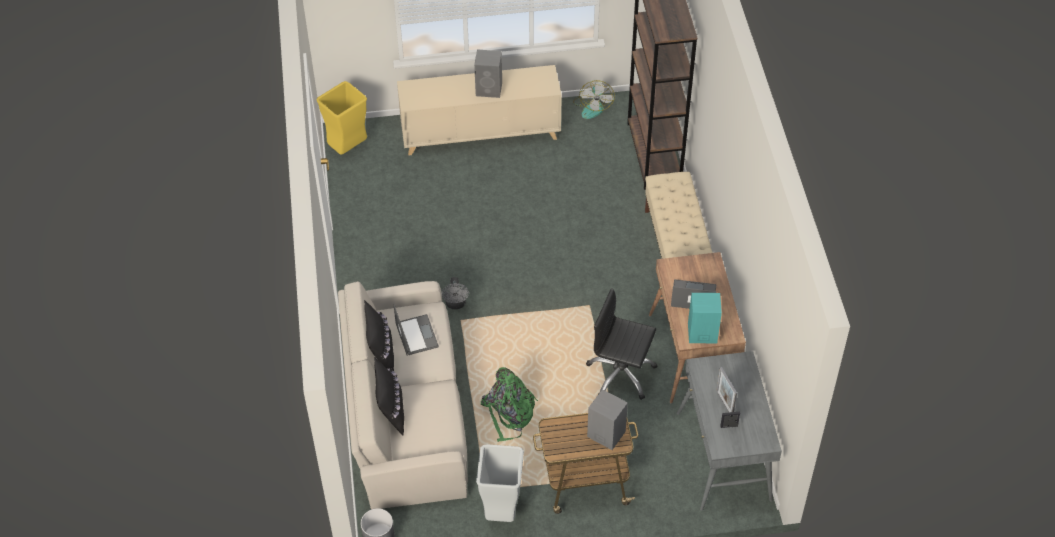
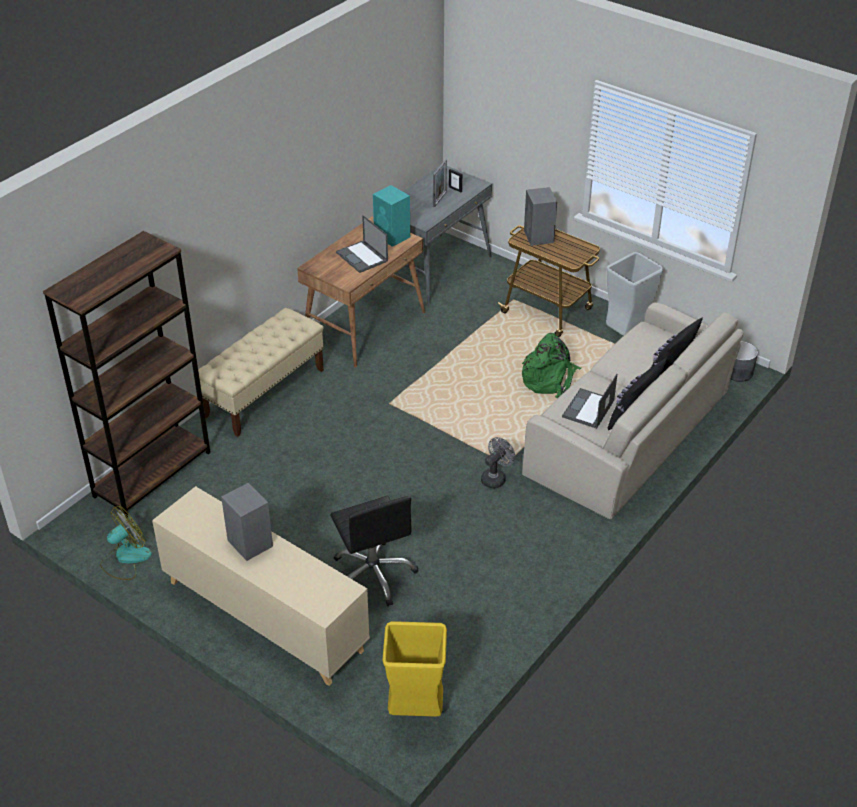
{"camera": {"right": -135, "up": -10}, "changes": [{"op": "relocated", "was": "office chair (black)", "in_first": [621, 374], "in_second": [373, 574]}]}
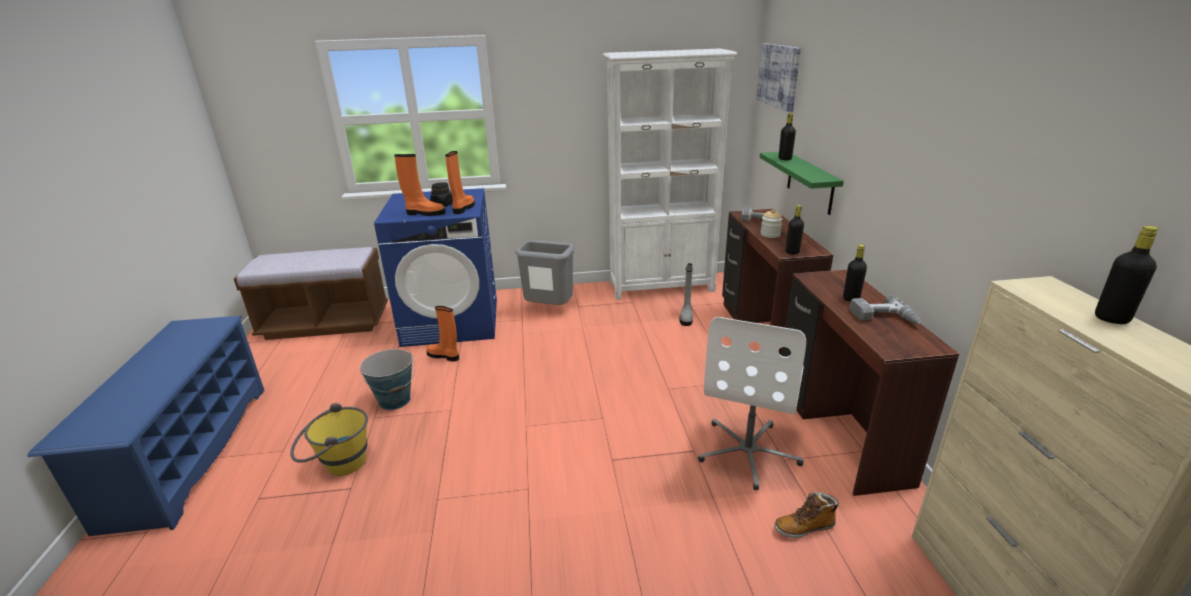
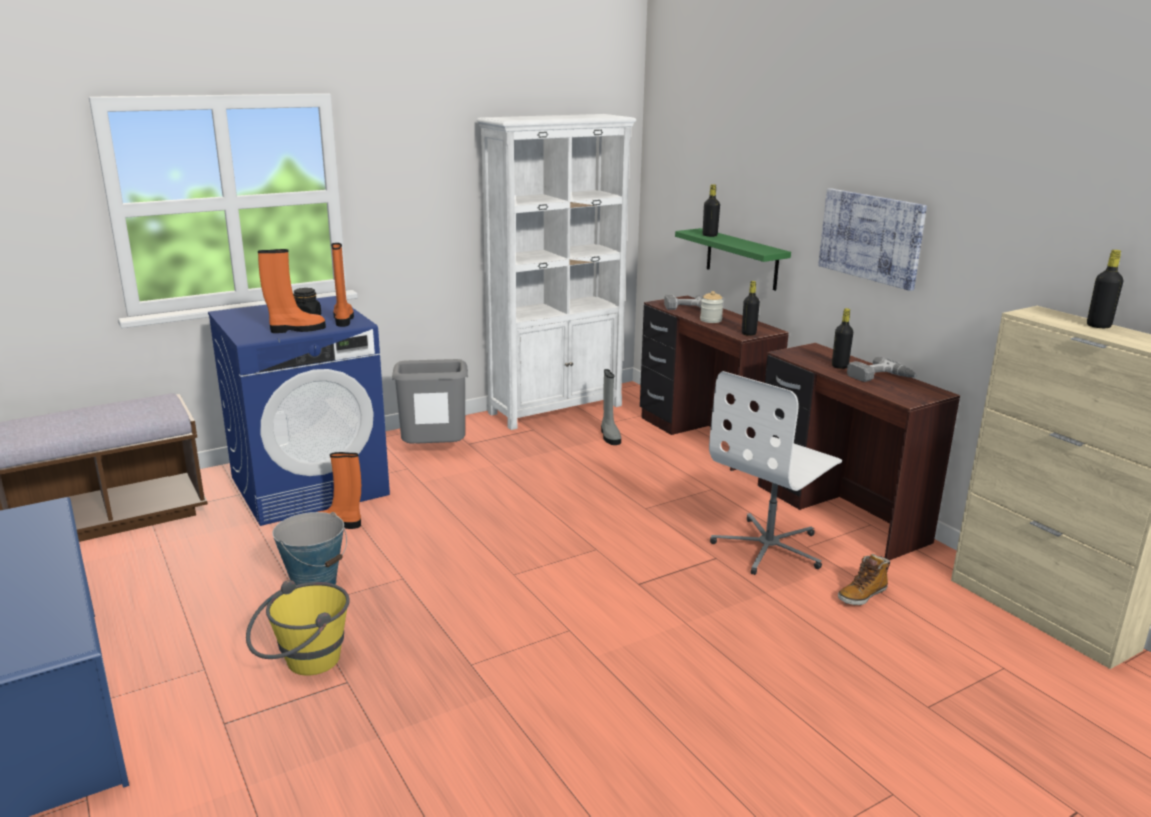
{"camera": {"right": -25, "up": -5}, "changes": [{"op": "spun", "was": "office chair (white)", "in_first": [748, 452], "in_second": [769, 548], "clockwise": 45}, {"op": "relocated", "was": "picture", "in_first": [778, 76], "in_second": [871, 237]}]}
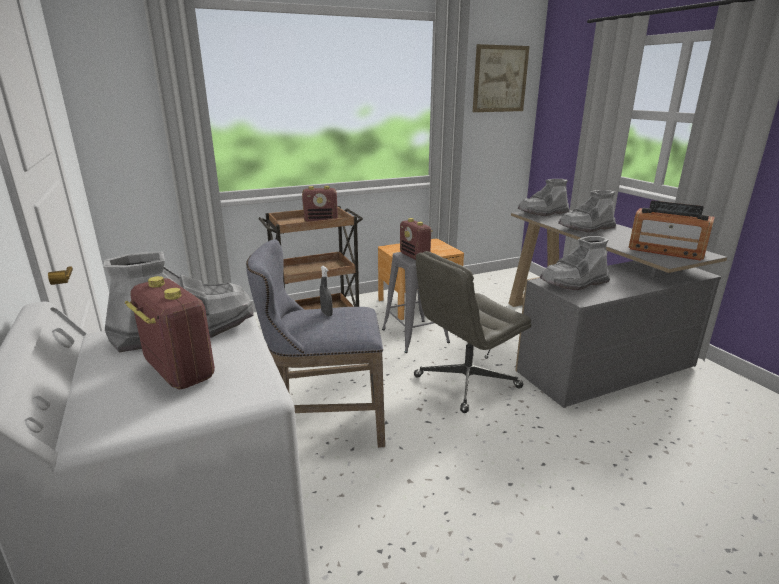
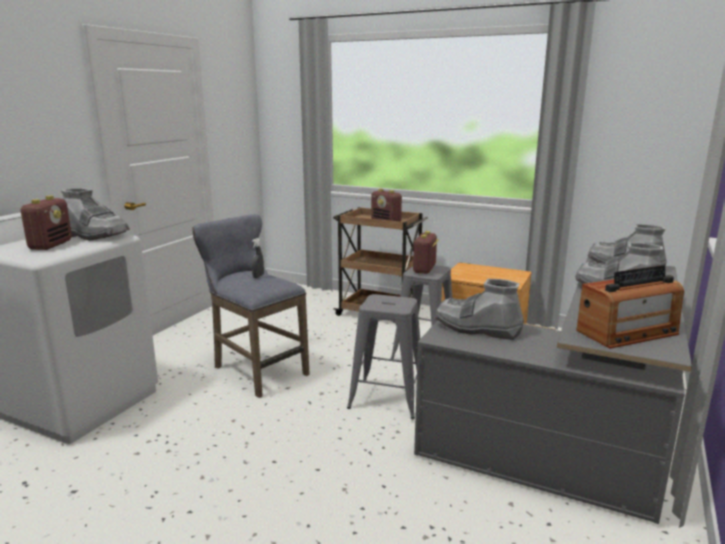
{"camera": {"right": 50, "up": -5}, "changes": [{"op": "exchanged", "was": "office chair (grey)", "now": "stool (grey)", "in_first": [466, 382], "in_second": [387, 398]}, {"op": "spun", "was": "radio", "in_first": [666, 250], "in_second": [627, 332], "clockwise": -105}, {"op": "missing", "was": "picture", "in_first": [500, 79]}]}
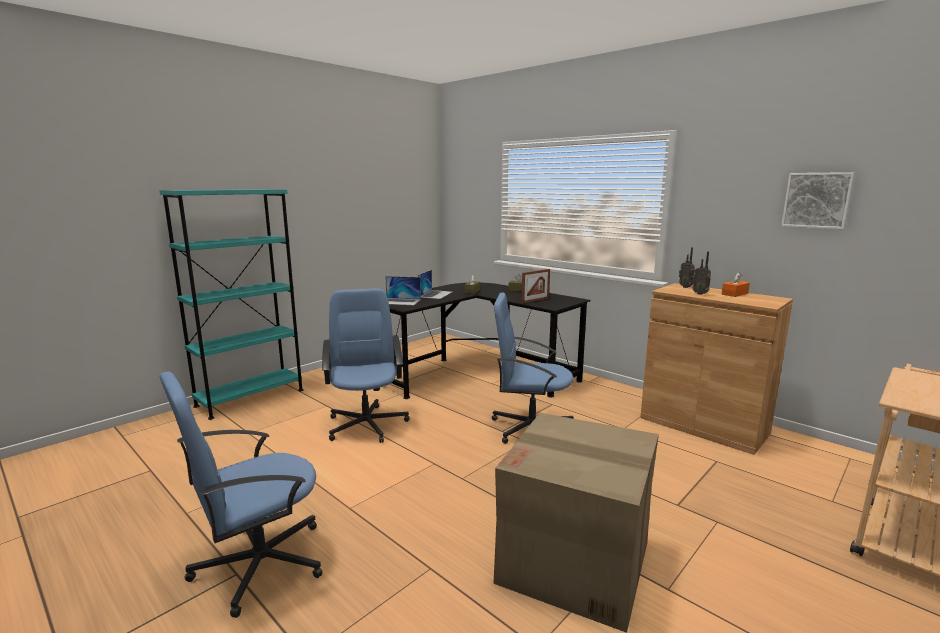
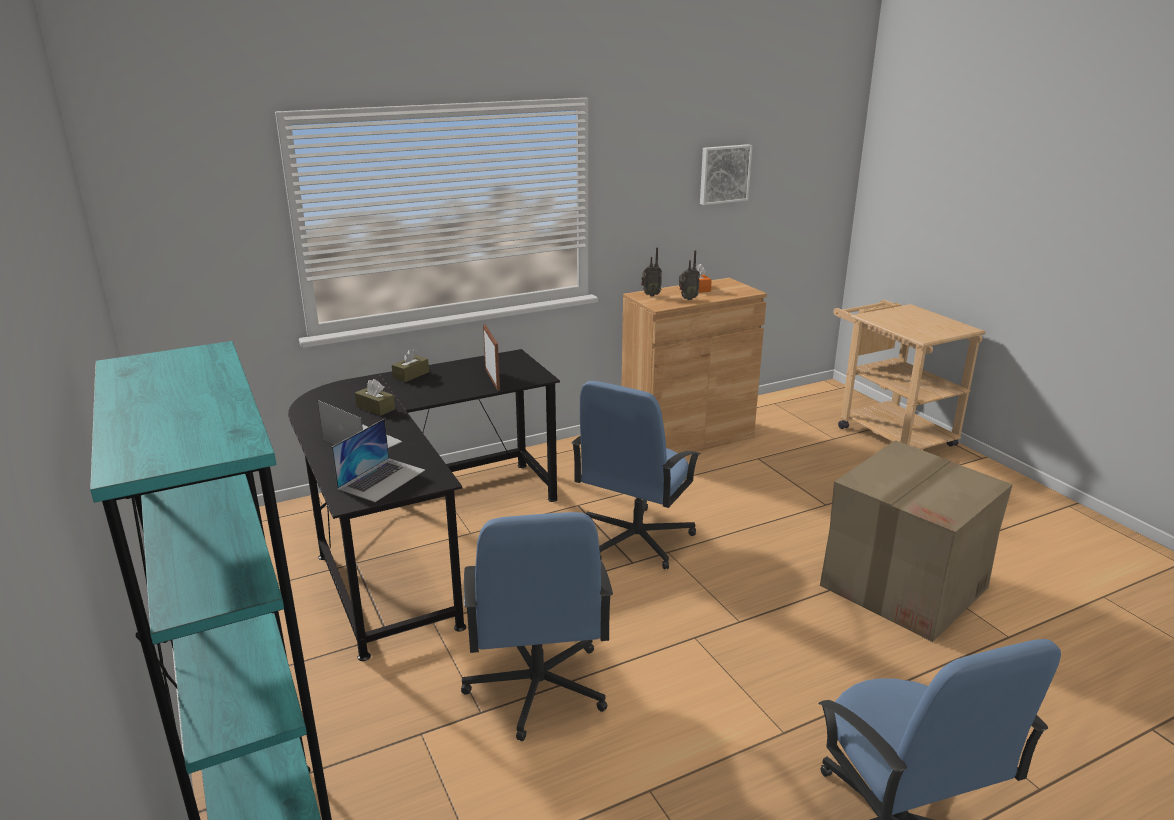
{"camera": {"right": -70, "up": 10}, "changes": [{"op": "spun", "was": "office chair (blue)", "in_first": [367, 424], "in_second": [537, 687], "clockwise": -105}]}
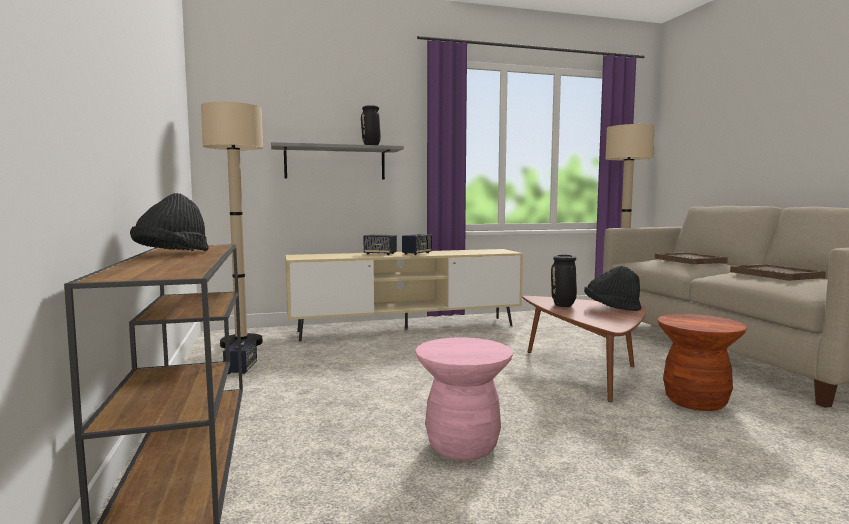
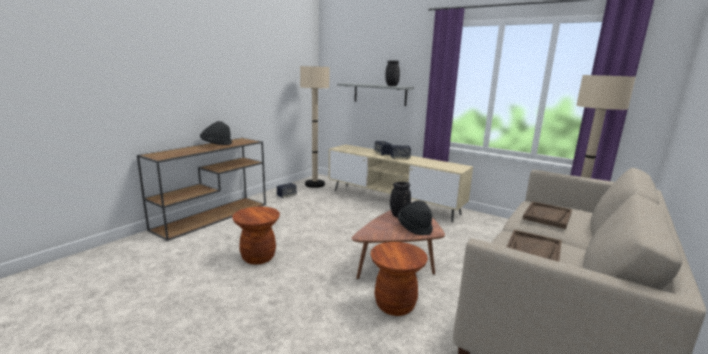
{"camera": {"right": 50, "up": 10}, "changes": [{"op": "colour", "was": "stool (pink)", "now": "stool (brown)", "in_first": [462, 446], "in_second": [258, 257]}]}
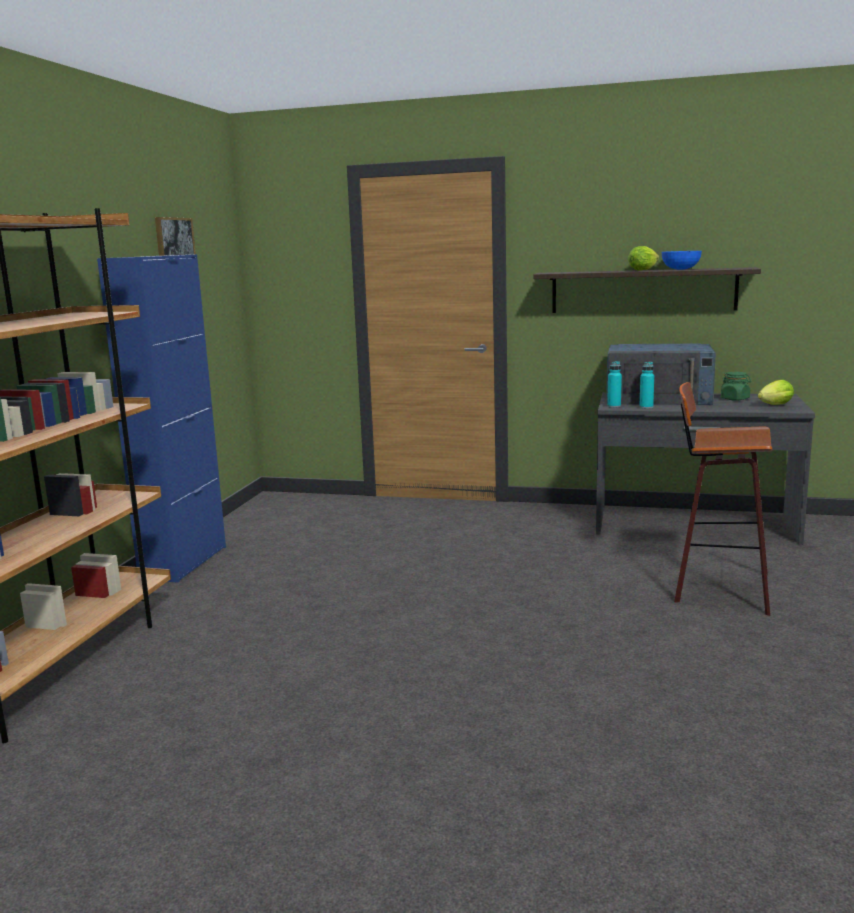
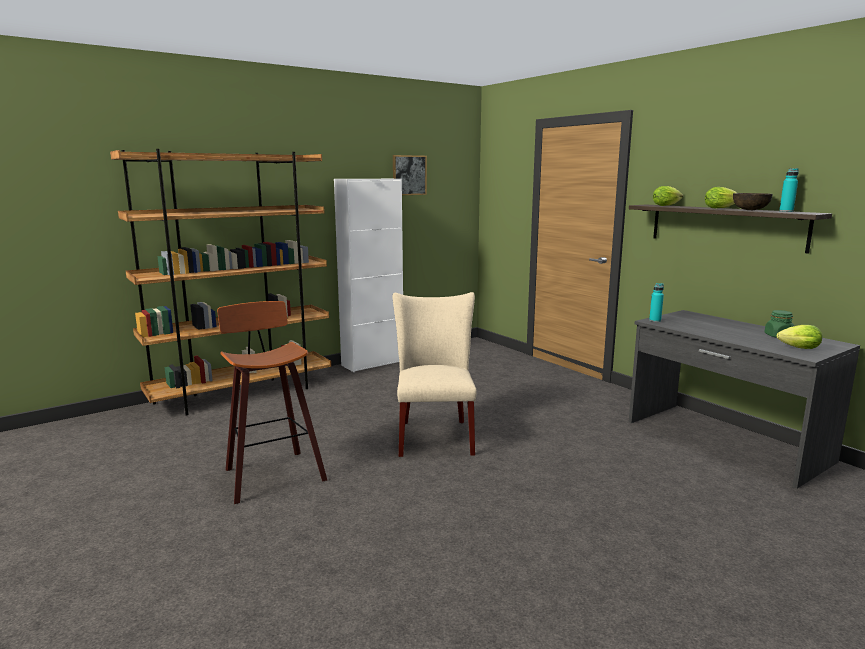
{"camera": {"right": 40, "up": 0}, "changes": [{"op": "relocated", "was": "stool", "in_first": [718, 588], "in_second": [271, 474]}, {"op": "colour", "was": "cabinet (blue)", "now": "cabinet (white)", "in_first": [184, 562], "in_second": [372, 363]}, {"op": "appeared", "now": "chair (beige)", "in_second": [434, 435]}, {"op": "appeared", "now": "lettuce", "in_second": [667, 205]}, {"op": "colour", "was": "bowl (blue)", "now": "bowl (brown)", "in_first": [681, 269], "in_second": [750, 210]}, {"op": "relocated", "was": "bottle (turquoise)", "in_first": [646, 407], "in_second": [786, 211]}, {"op": "missing", "was": "microwave (blue)", "in_first": [659, 398]}]}
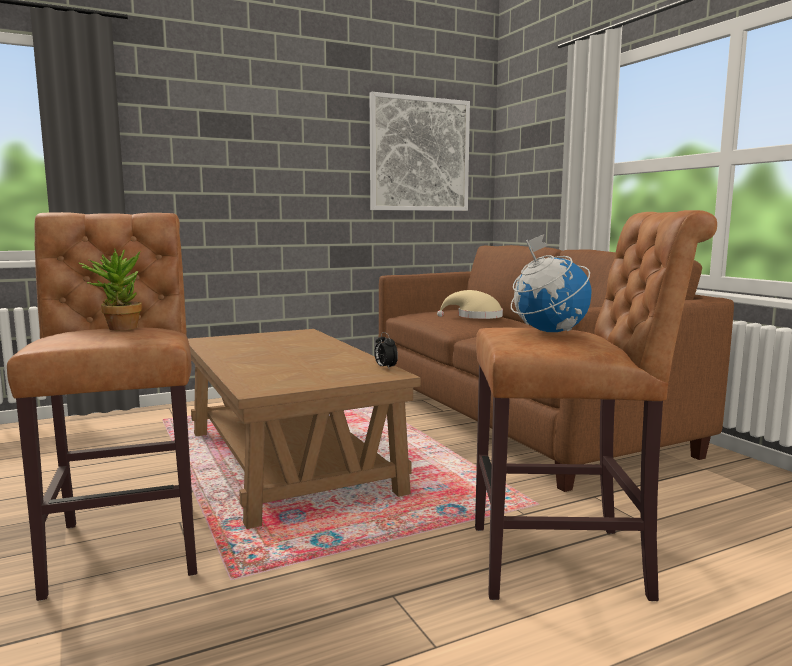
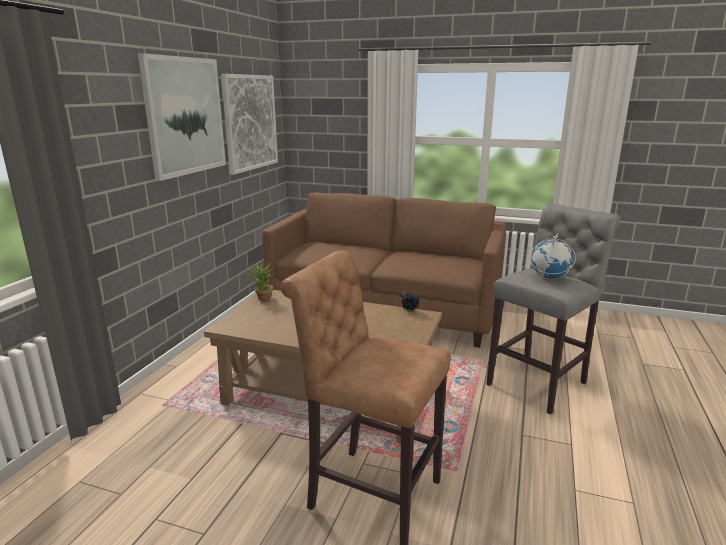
{"camera": {"right": -45, "up": 10}, "changes": [{"op": "appeared", "now": "picture", "in_second": [185, 116]}, {"op": "relocated", "was": "potted plant", "in_first": [117, 328], "in_second": [262, 299]}, {"op": "colour", "was": "stool (brown)", "now": "stool (grey)", "in_first": [568, 562], "in_second": [540, 382]}, {"op": "missing", "was": "hat (beige)", "in_first": [475, 317]}]}
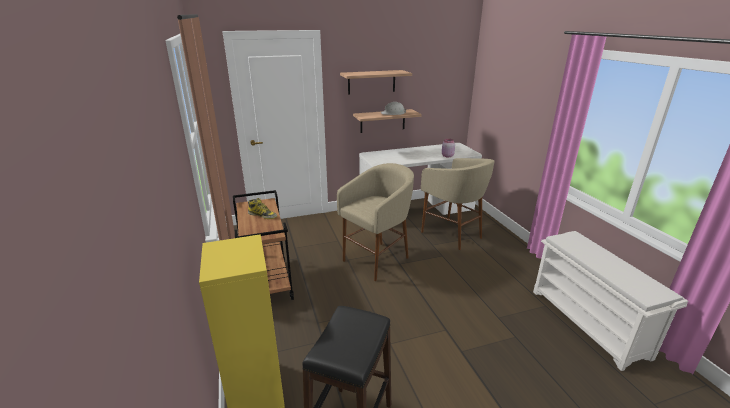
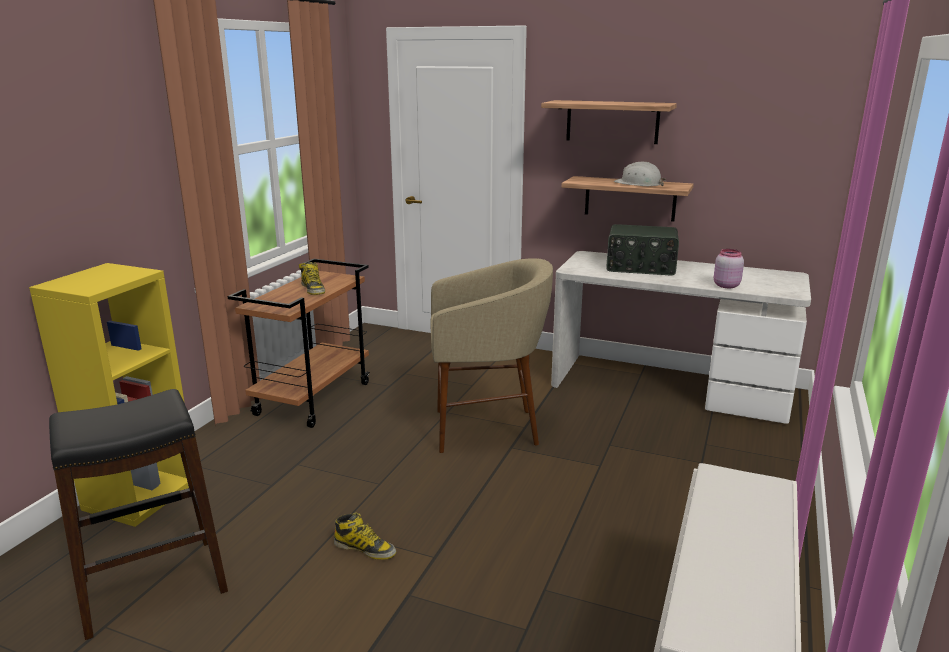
{"camera": {"right": 40, "up": -5}, "changes": [{"op": "appeared", "now": "boot", "in_second": [365, 548]}, {"op": "appeared", "now": "radio", "in_second": [640, 267]}, {"op": "missing", "was": "stool (beige)", "in_first": [452, 234]}]}
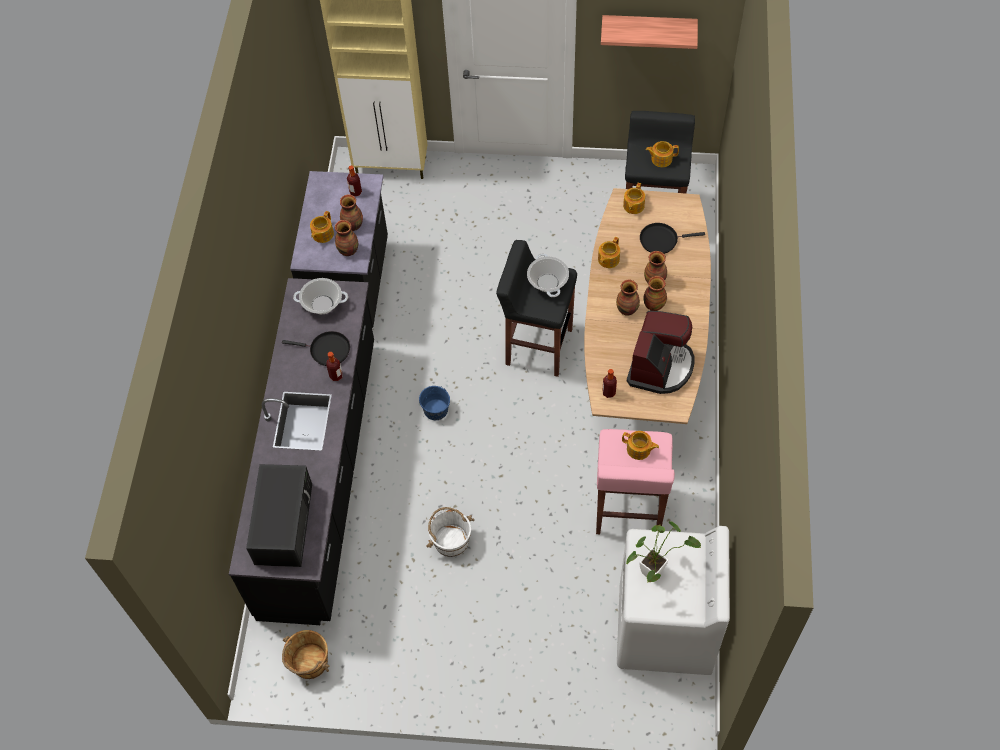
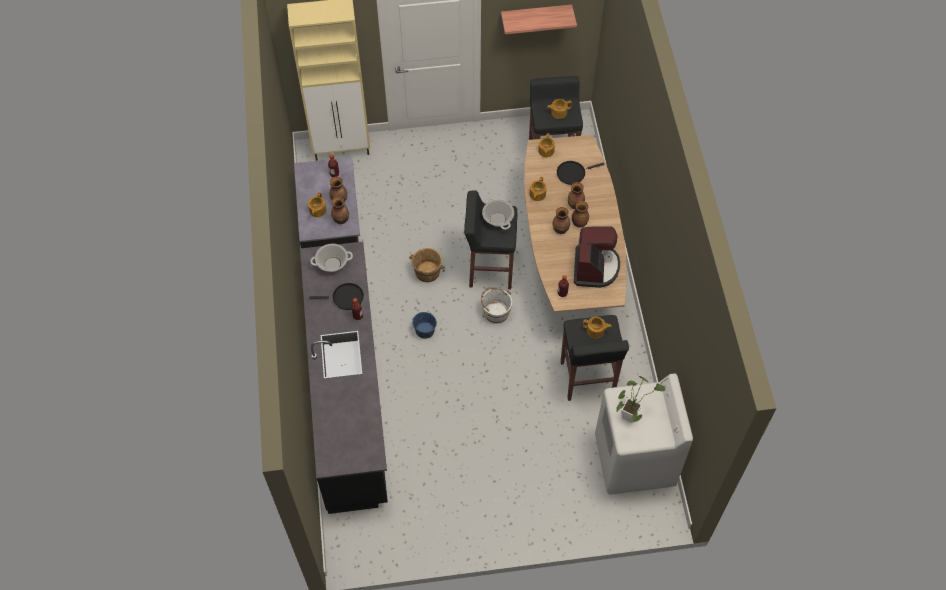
{"camera": {"right": -15, "up": 0}, "changes": [{"op": "relocated", "was": "bucket (brown)", "in_first": [309, 662], "in_second": [427, 272]}, {"op": "relocated", "was": "bucket (white)", "in_first": [451, 540], "in_second": [496, 312]}, {"op": "colour", "was": "stool (pink)", "now": "stool (black)", "in_first": [628, 511], "in_second": [587, 379]}, {"op": "missing", "was": "microwave (black)", "in_first": [283, 522]}]}
